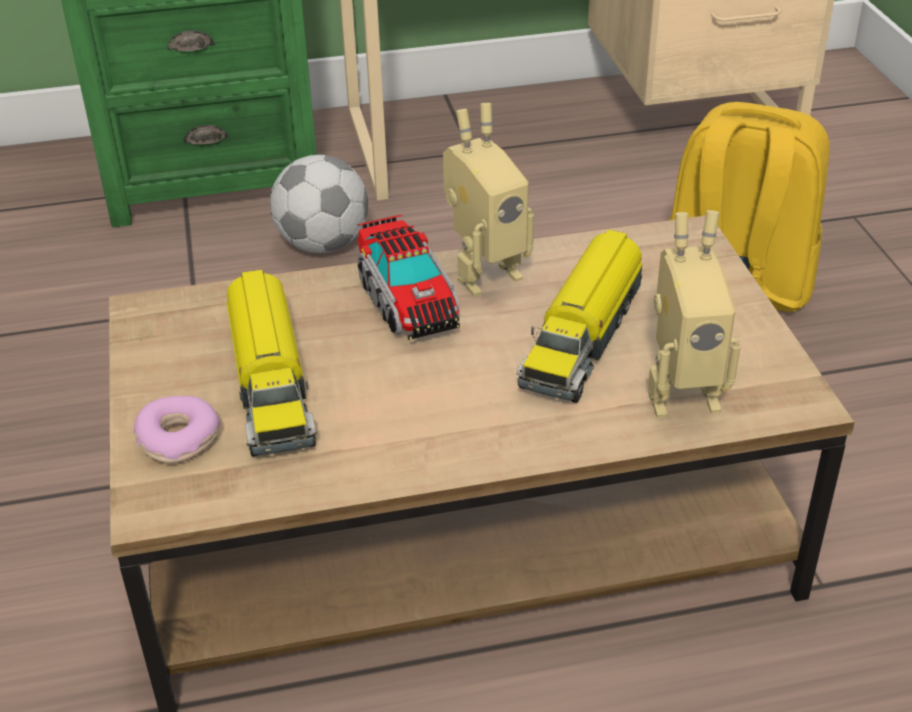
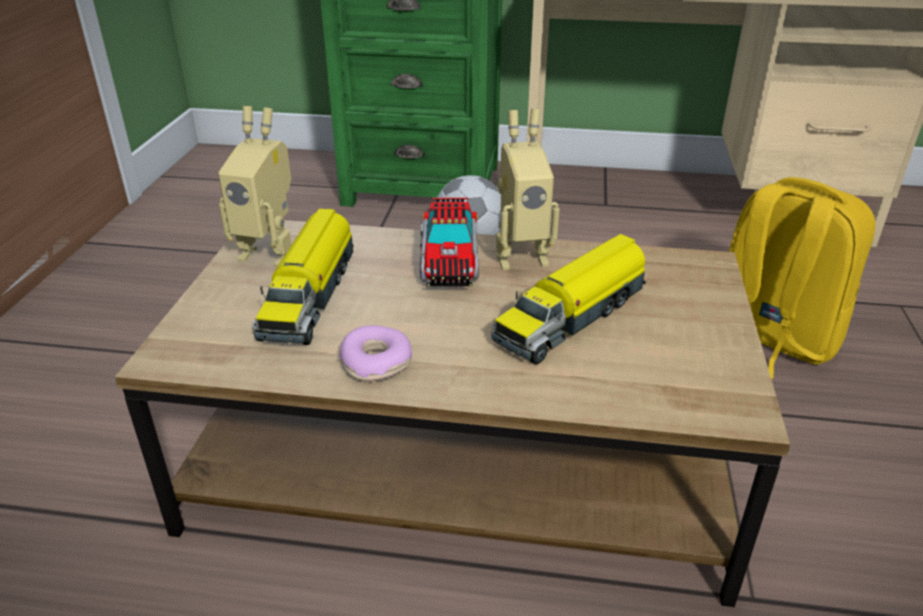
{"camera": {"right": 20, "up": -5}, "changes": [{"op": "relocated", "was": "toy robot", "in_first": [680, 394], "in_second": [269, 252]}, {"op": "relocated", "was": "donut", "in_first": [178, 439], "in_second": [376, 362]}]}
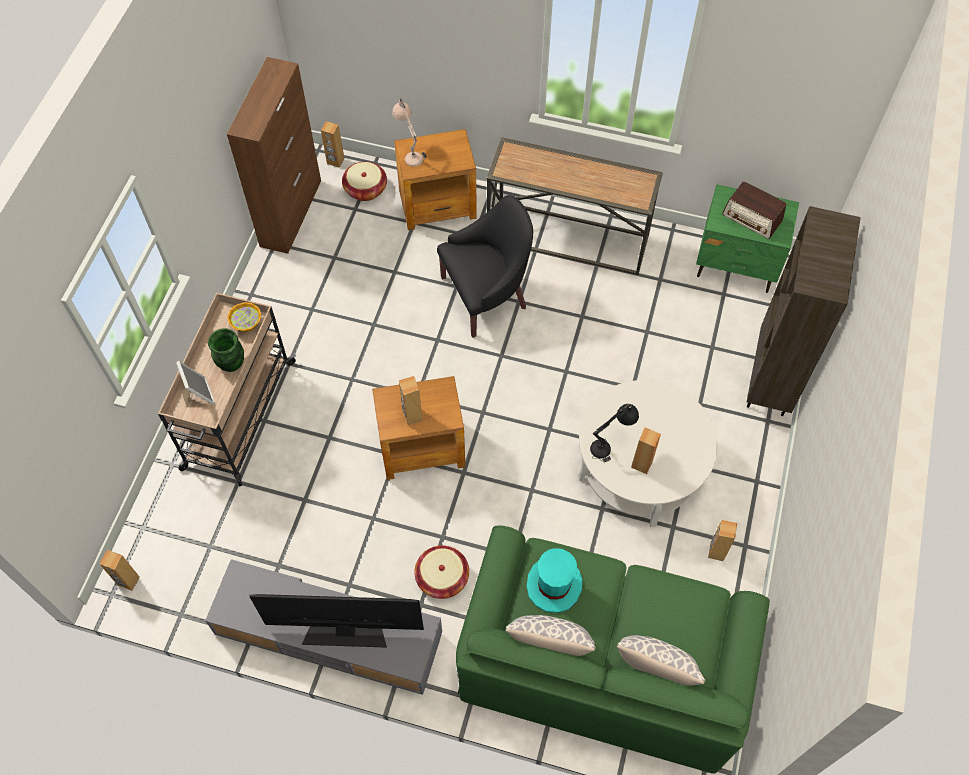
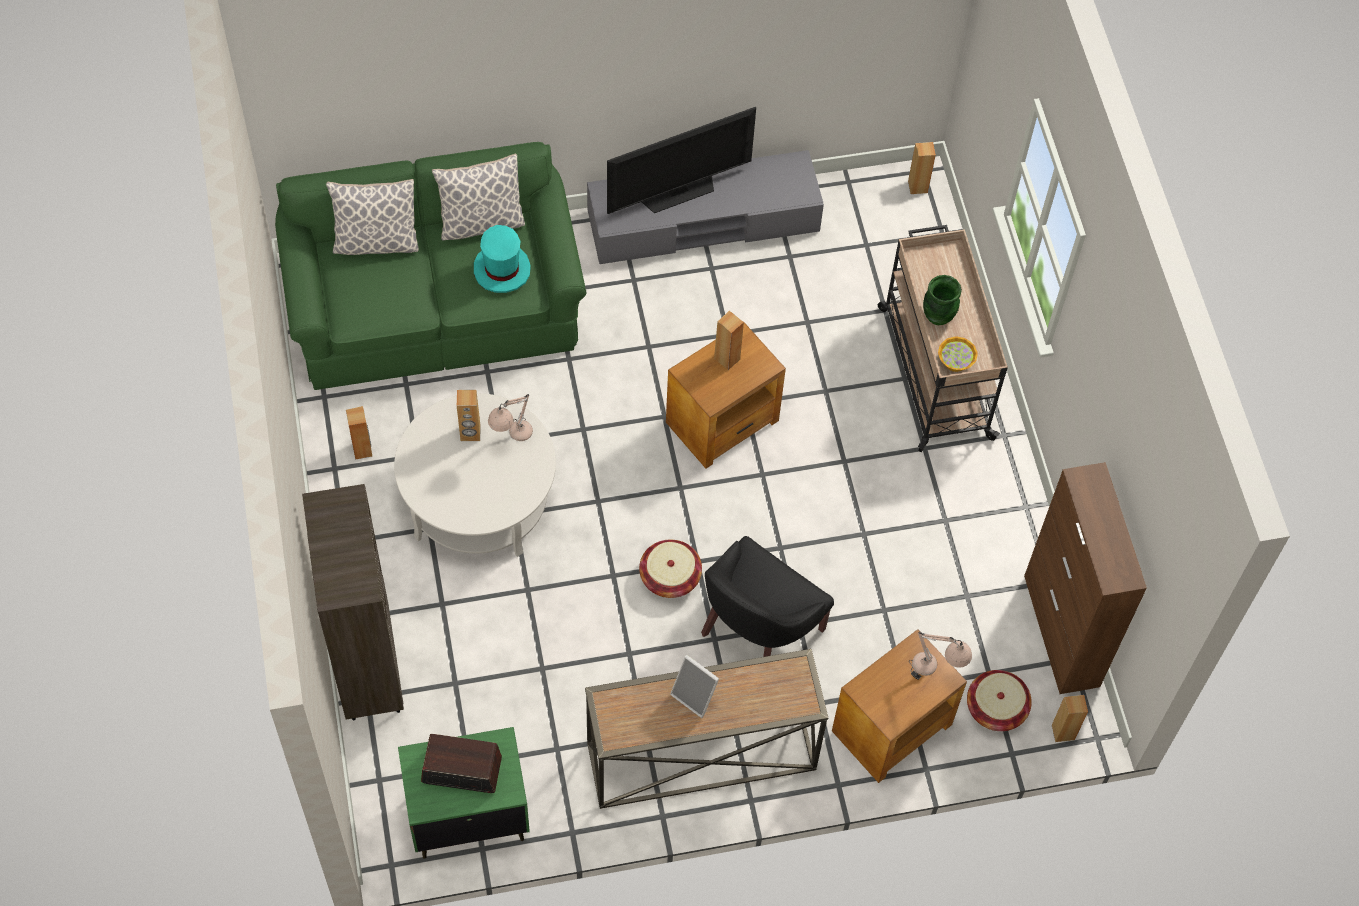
{"camera": {"right": 150, "up": 0}, "changes": [{"op": "colour", "was": "table lamp (black)", "now": "table lamp (beige)", "in_first": [610, 445], "in_second": [512, 439]}, {"op": "relocated", "was": "basket", "in_first": [442, 577], "in_second": [670, 577]}, {"op": "relocated", "was": "picture frame", "in_first": [198, 395], "in_second": [695, 696]}]}
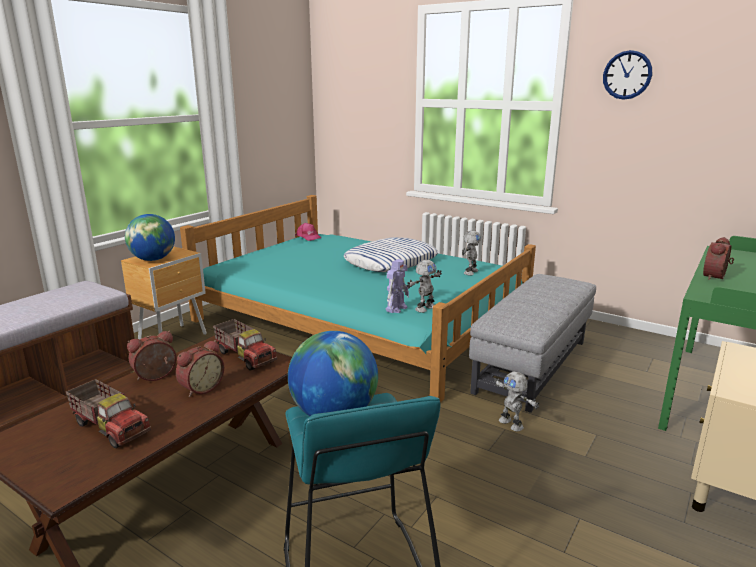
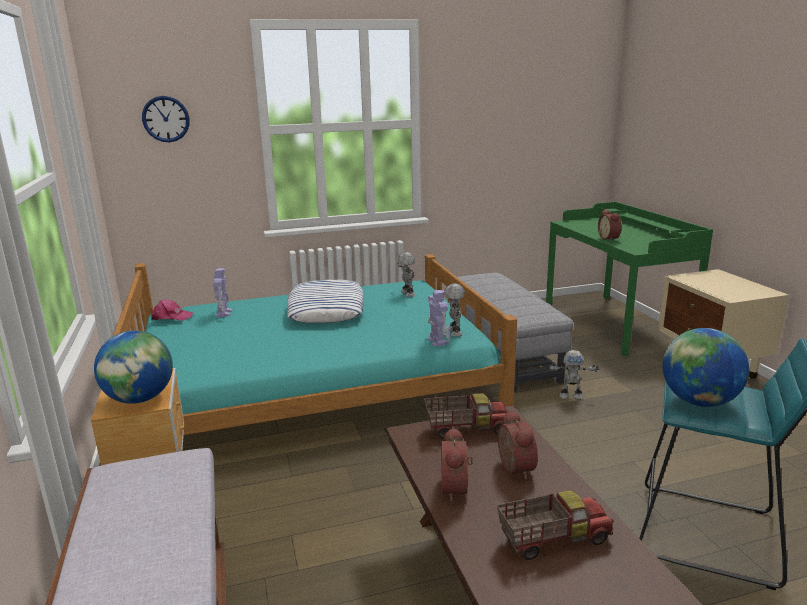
{"camera": {"right": -50, "up": 0}, "changes": [{"op": "relocated", "was": "wall clock", "in_first": [627, 75], "in_second": [166, 119]}, {"op": "appeared", "now": "toy robot", "in_second": [224, 313]}]}
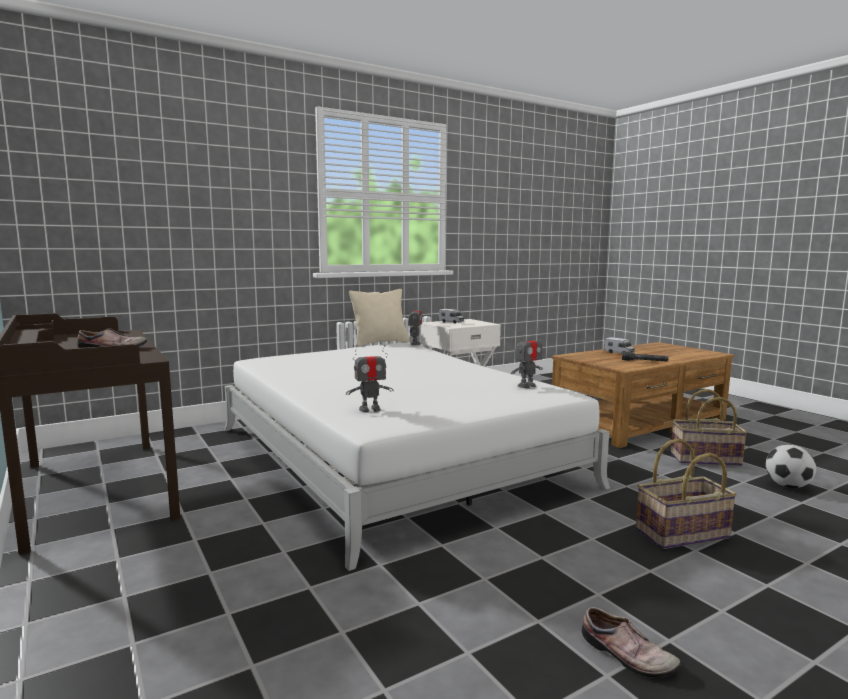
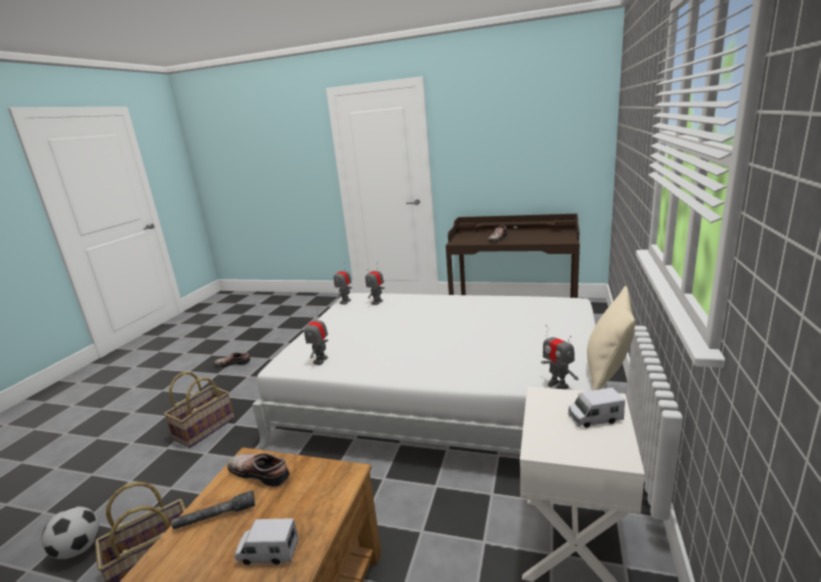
{"camera": {"right": 140, "up": 10}, "changes": [{"op": "appeared", "now": "shoe", "in_second": [261, 472]}, {"op": "appeared", "now": "toy robot", "in_second": [345, 302]}]}
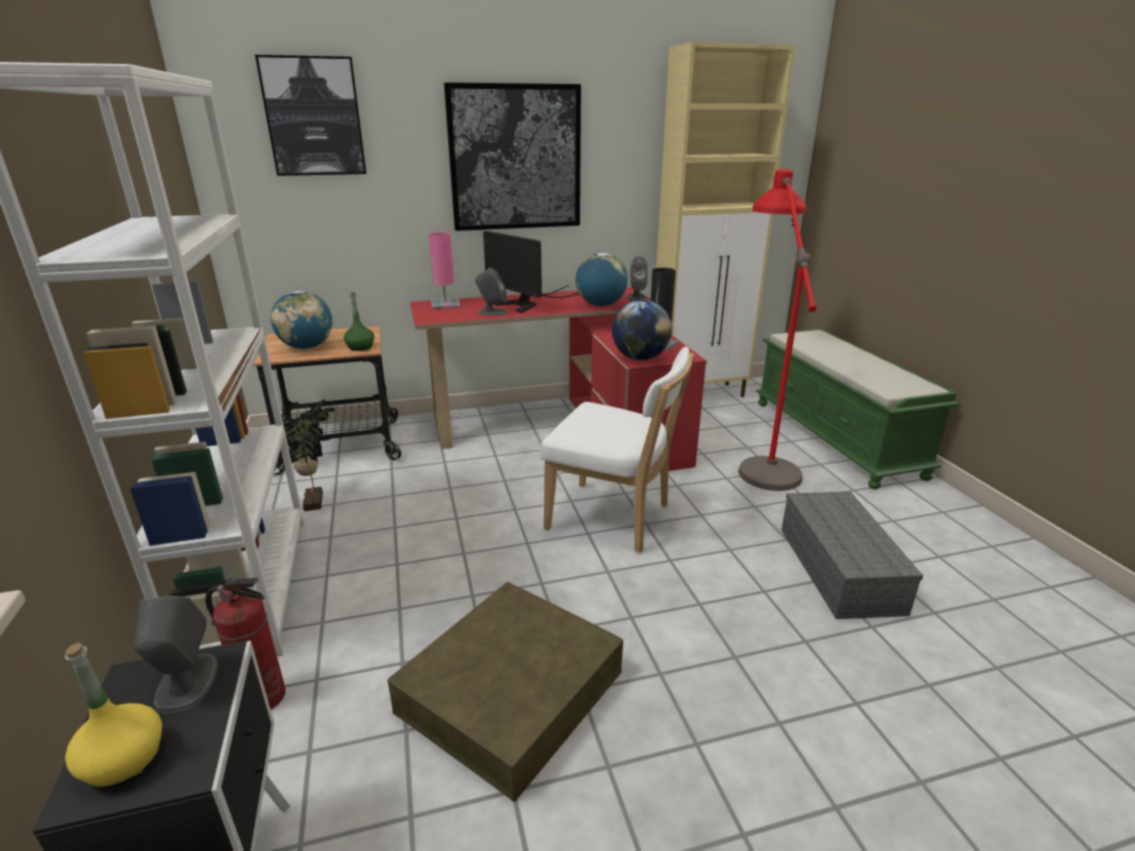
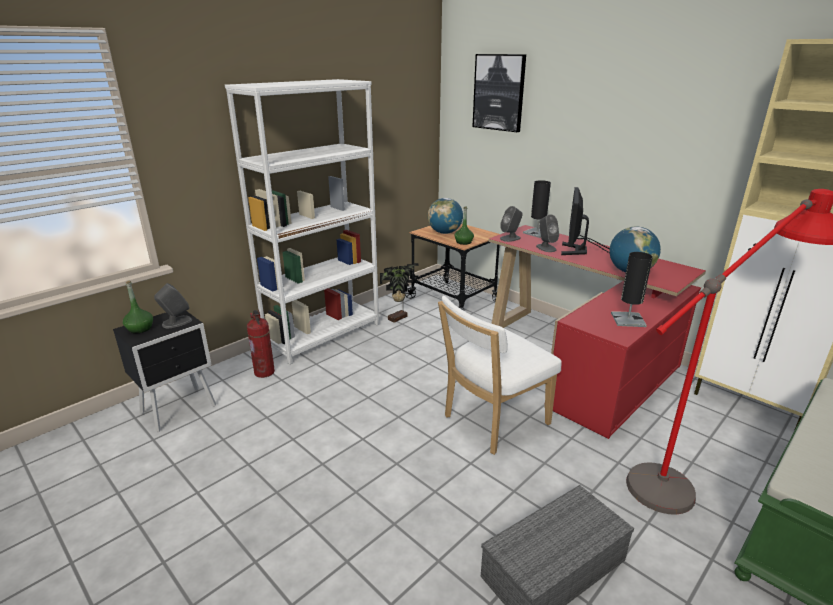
{"camera": {"right": 60, "up": 0}, "changes": [{"op": "colour", "was": "bottle (yellow)", "now": "bottle (green)", "in_first": [123, 761], "in_second": [140, 328]}, {"op": "spun", "was": "chair (white)", "in_first": [614, 519], "in_second": [492, 422], "clockwise": 60}, {"op": "relocated", "was": "speaker (grey)", "in_first": [637, 298], "in_second": [510, 238]}, {"op": "colour", "was": "table lamp (pink)", "now": "table lamp (black)", "in_first": [445, 304], "in_second": [537, 233]}, {"op": "missing", "was": "storage box (brown)", "in_first": [510, 691]}, {"op": "missing", "was": "picture", "in_first": [515, 158]}, {"op": "missing", "was": "globe", "in_first": [640, 358]}]}
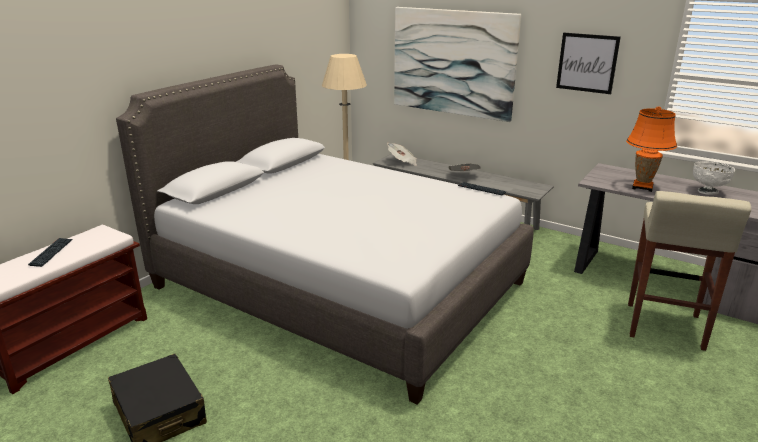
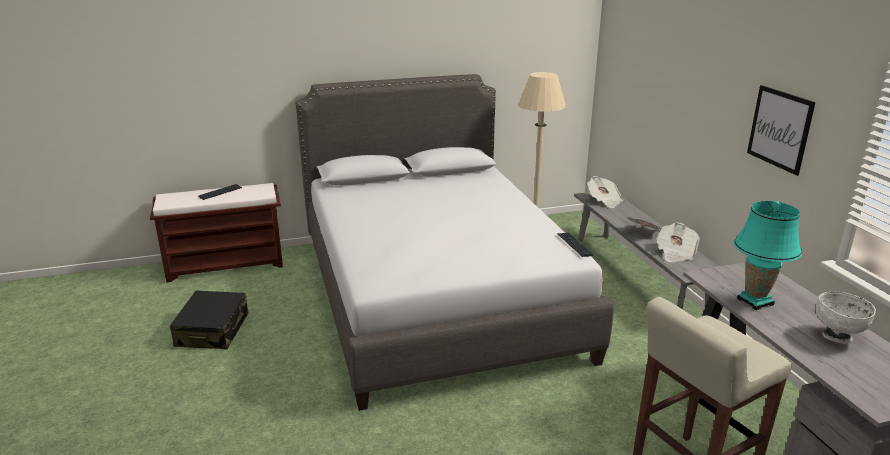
{"camera": {"right": 40, "up": 0}, "changes": [{"op": "appeared", "now": "newspaper", "in_second": [675, 253]}, {"op": "colour", "was": "table lamp (orange)", "now": "table lamp (turquoise)", "in_first": [642, 187], "in_second": [755, 302]}, {"op": "missing", "was": "picture", "in_first": [453, 62]}]}
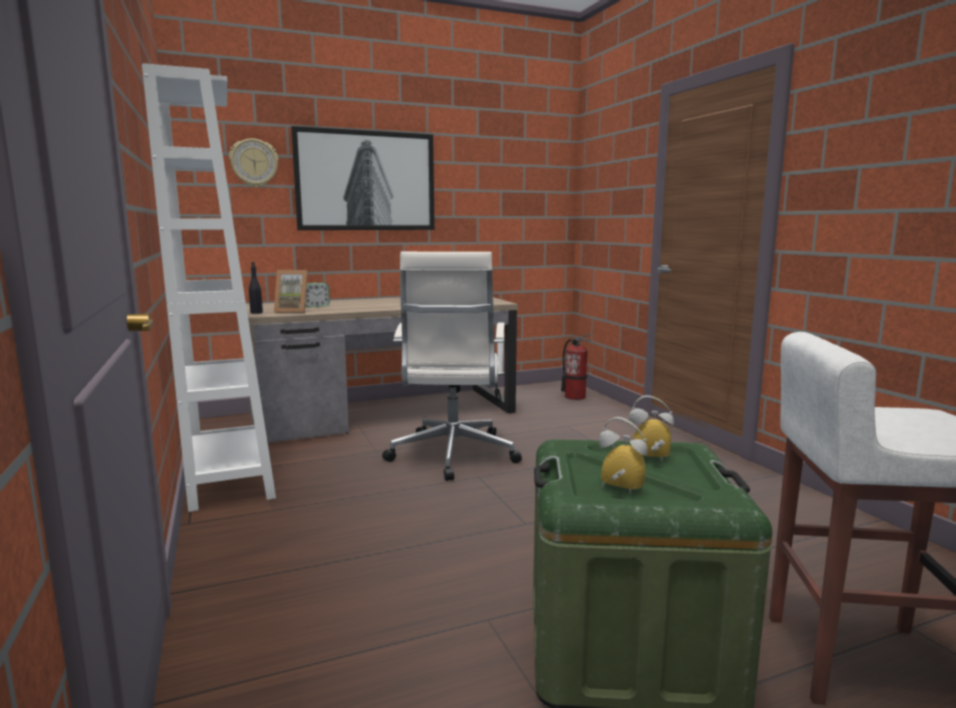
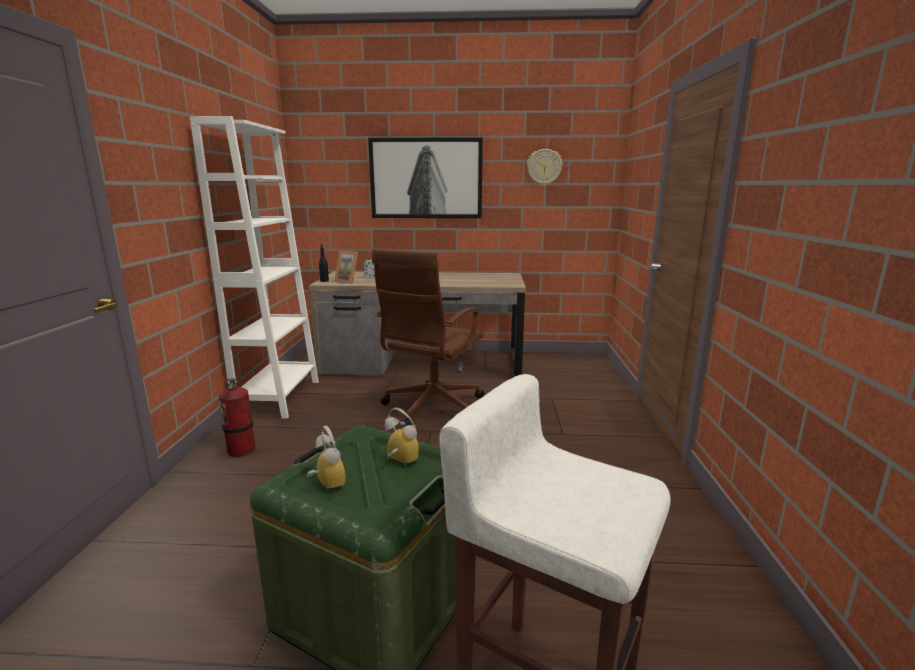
{"camera": {"right": 25, "up": 5}, "changes": [{"op": "relocated", "was": "fire extinguisher", "in_first": [575, 397], "in_second": [242, 450]}, {"op": "colour", "was": "office chair (white)", "now": "office chair (brown)", "in_first": [452, 456], "in_second": [432, 408]}, {"op": "relocated", "was": "wall clock", "in_first": [254, 163], "in_second": [544, 167]}]}
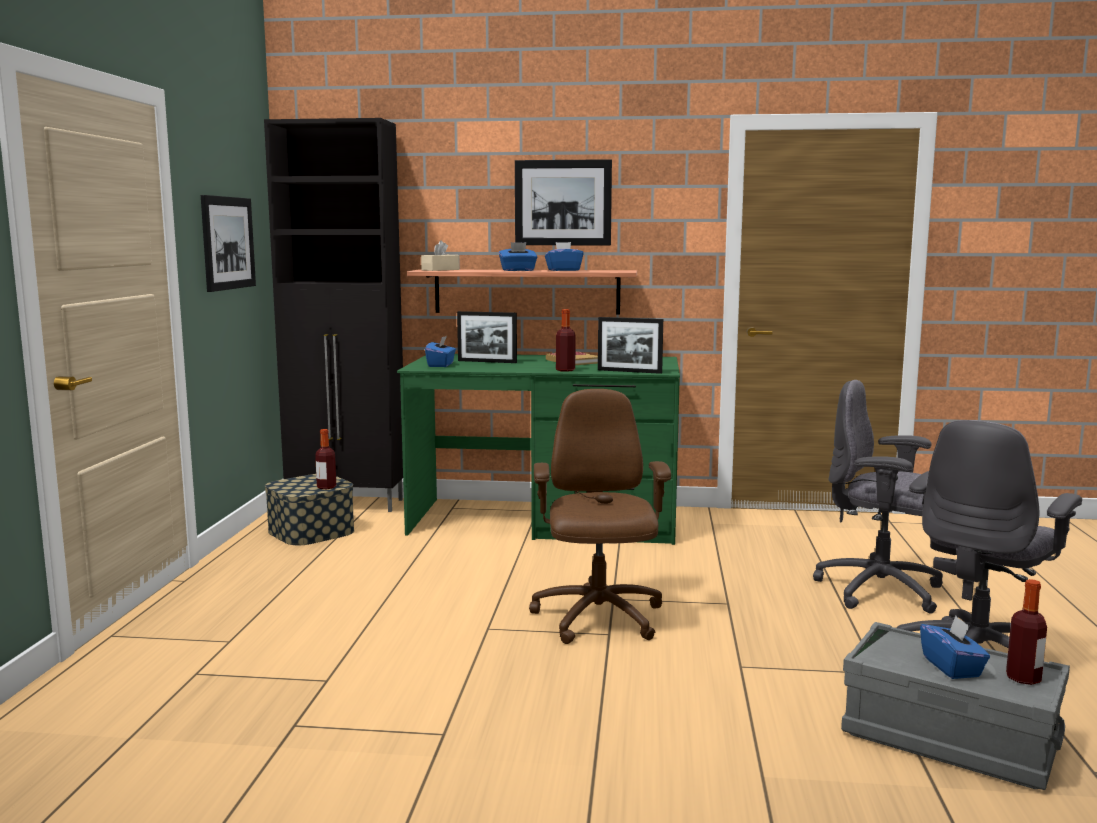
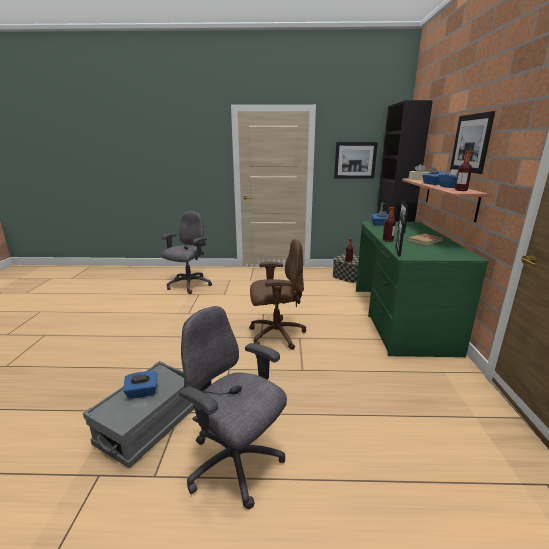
{"camera": {"right": 85, "up": 10}, "changes": [{"op": "relocated", "was": "office chair (grey)", "in_first": [881, 591], "in_second": [189, 285]}, {"op": "relocated", "was": "bottle", "in_first": [1023, 678], "in_second": [461, 190]}]}
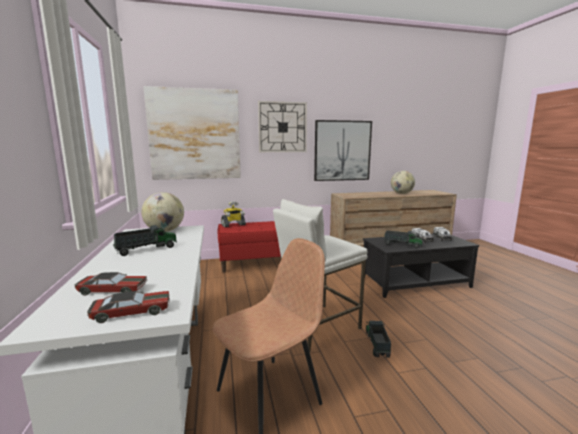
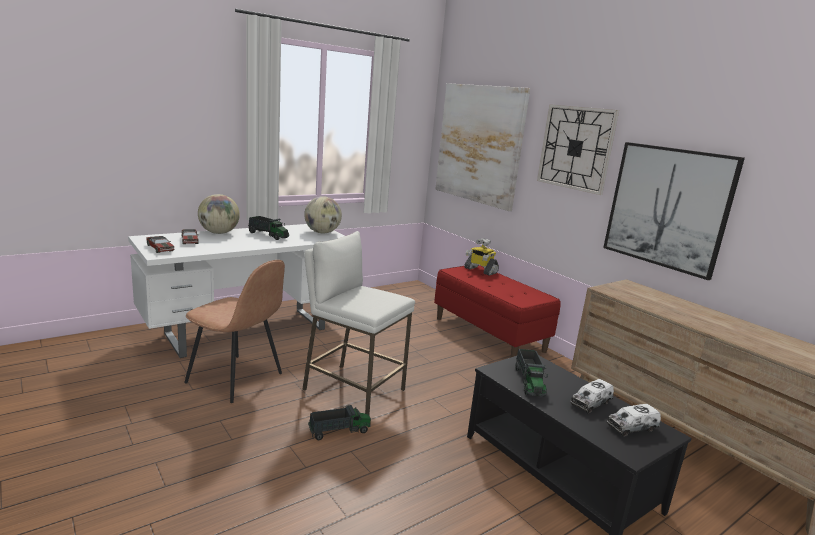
{"camera": {"right": 65, "up": 5}, "changes": [{"op": "relocated", "was": "globe", "in_first": [402, 193], "in_second": [219, 233]}]}
